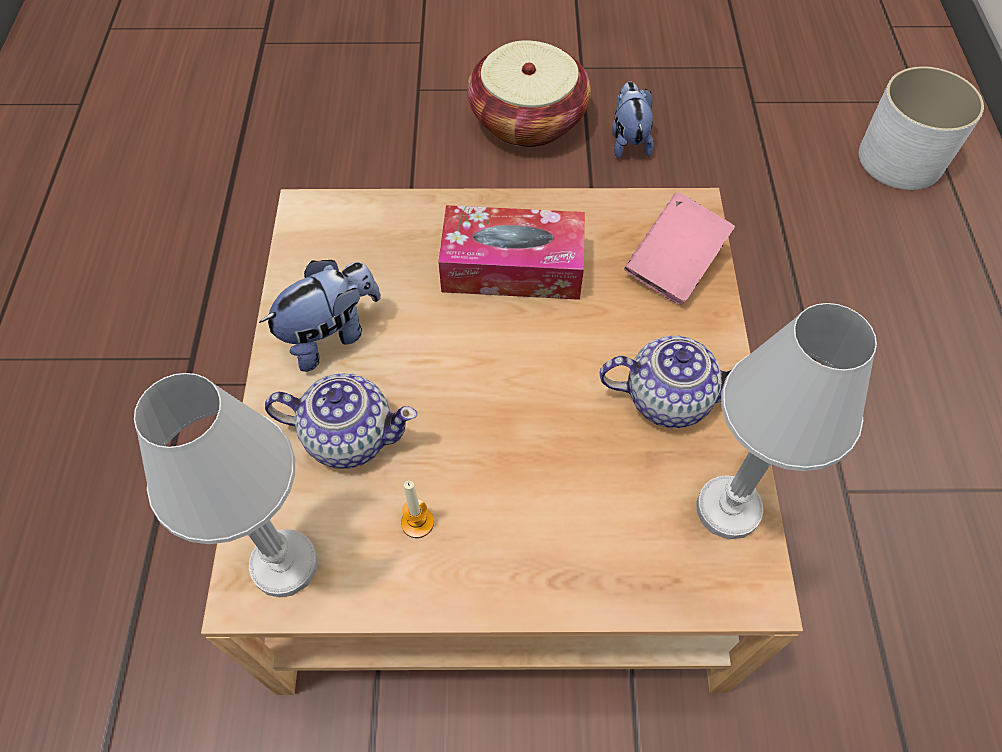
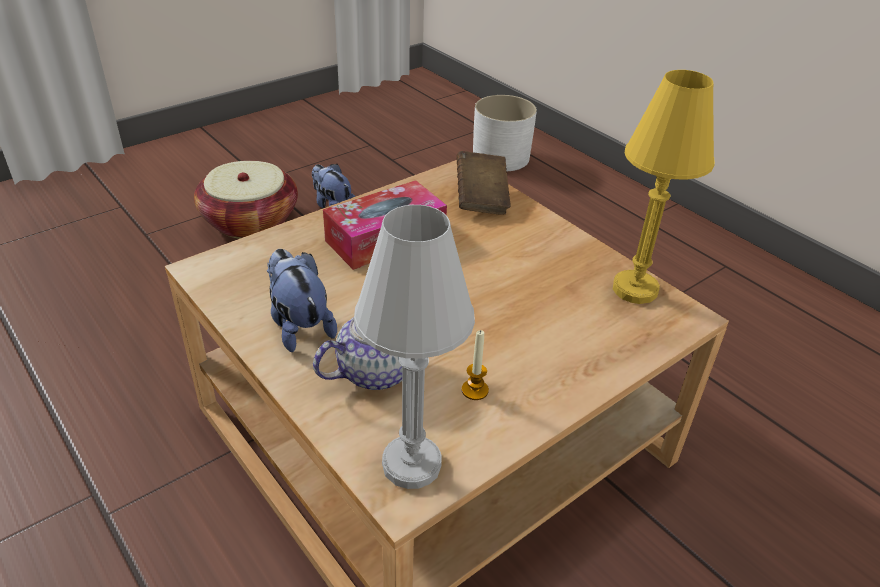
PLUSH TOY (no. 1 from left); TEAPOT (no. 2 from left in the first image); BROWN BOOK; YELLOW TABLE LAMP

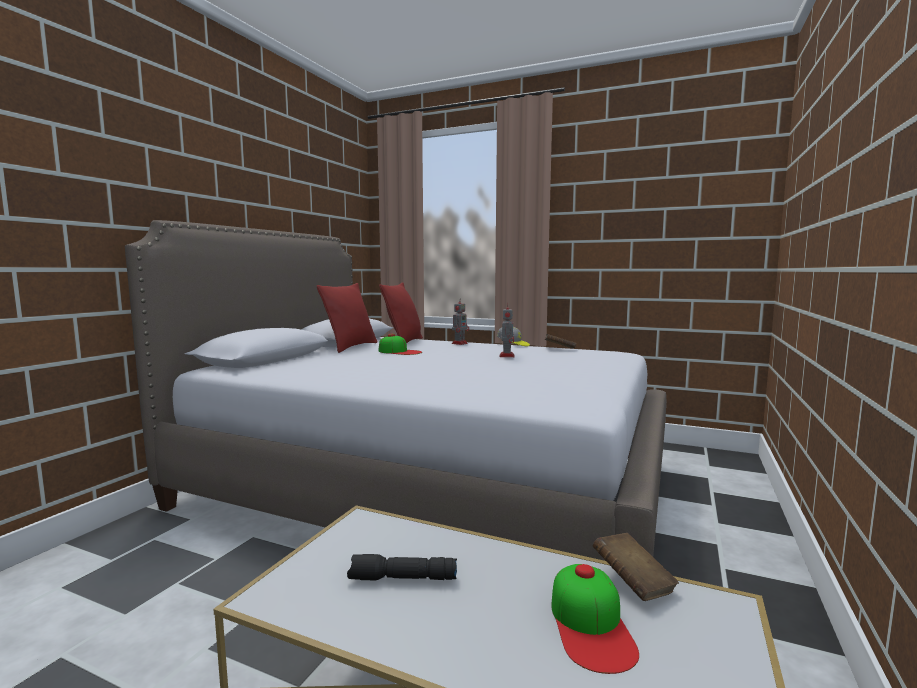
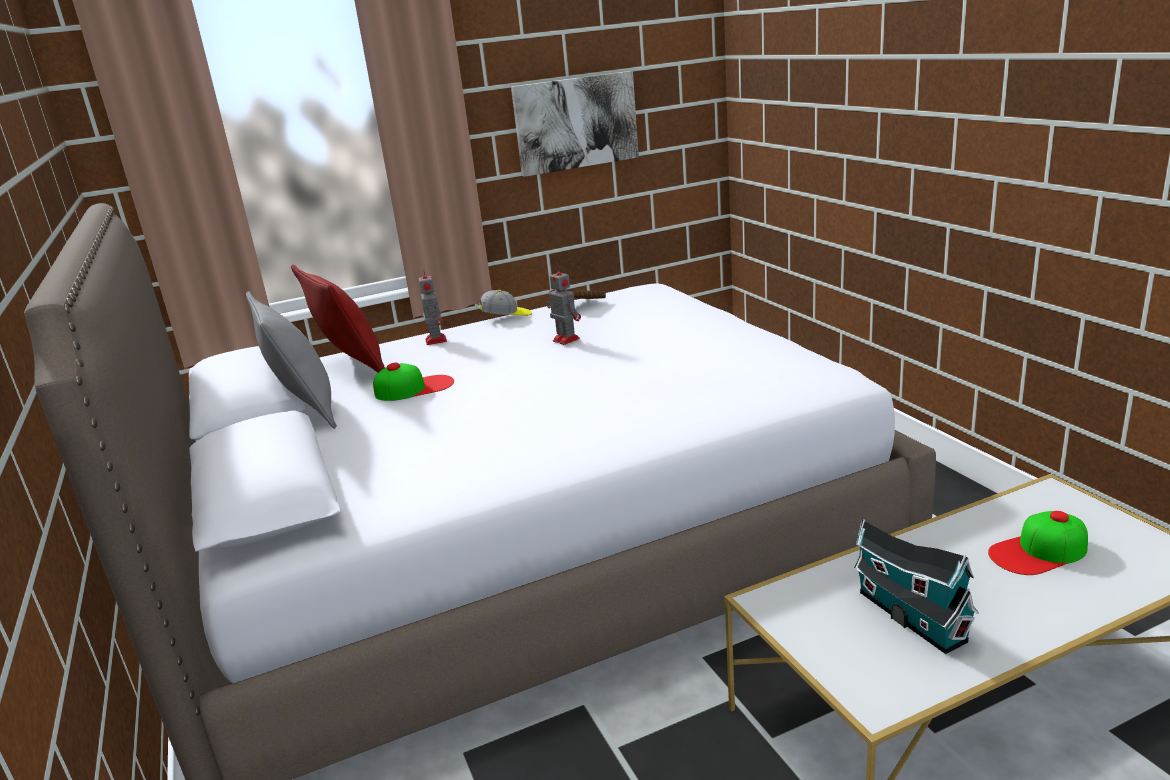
GREY PILLOW; TOY HOUSE; CAP (no. 3 from left); BROWN BOOK (no. 2 from left in the first image); PICTURE

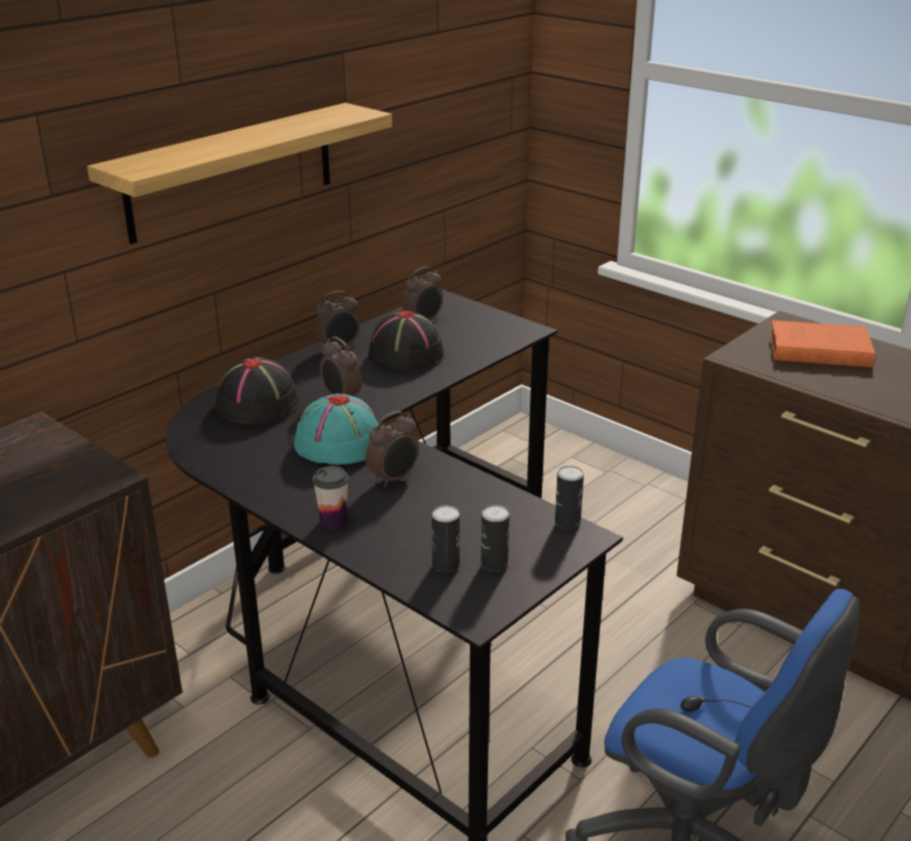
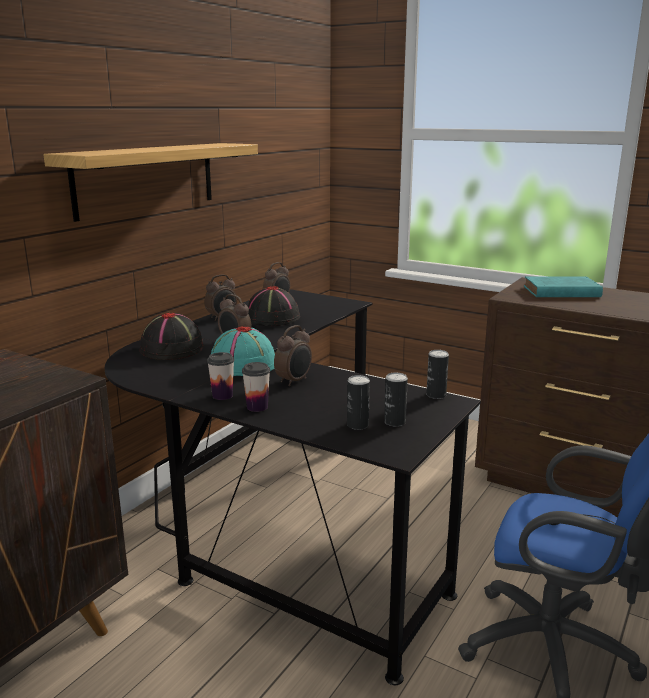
TURQUOISE BOOK; CUP (no. 1 from left)

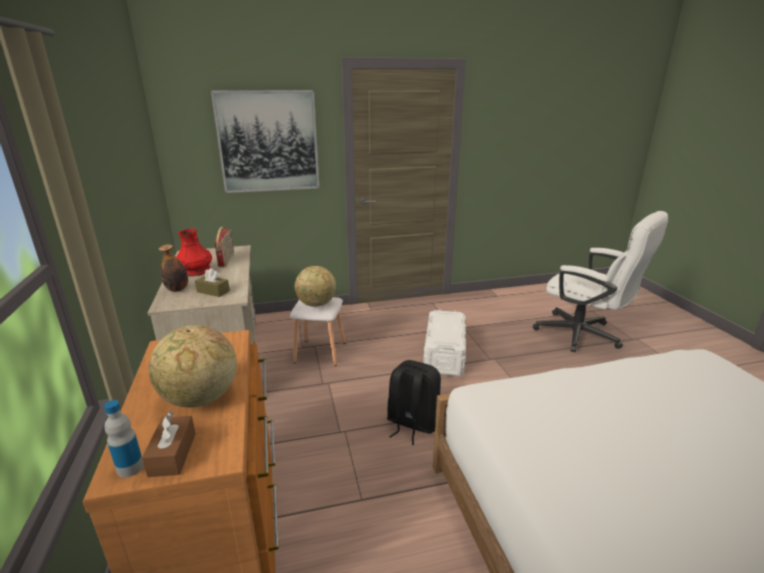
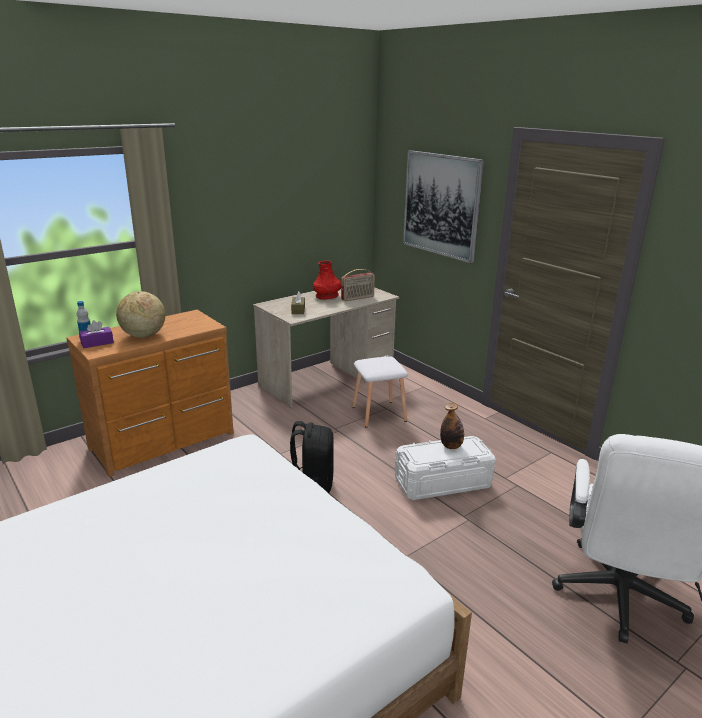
PURPLE TISSUE BOX; BOTTLE (no. 2 from left); GLOBE (no. 2 from left in the first image)

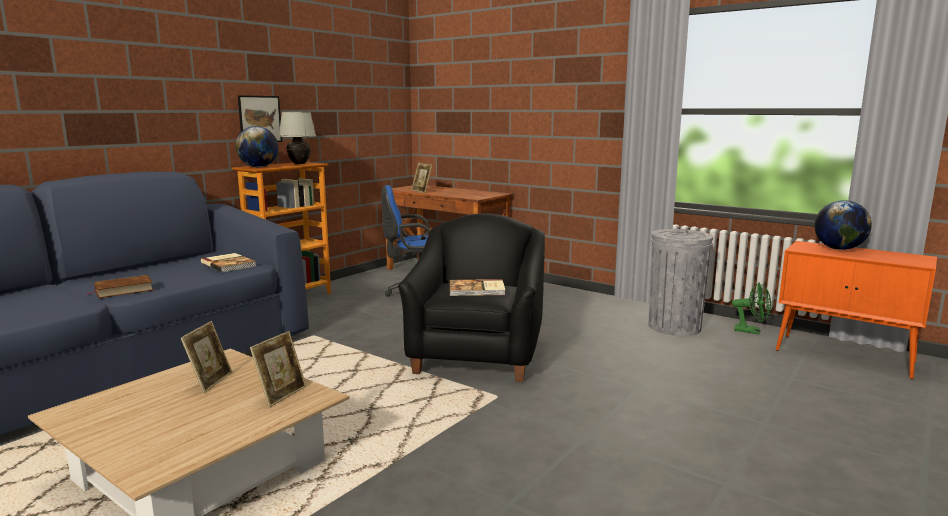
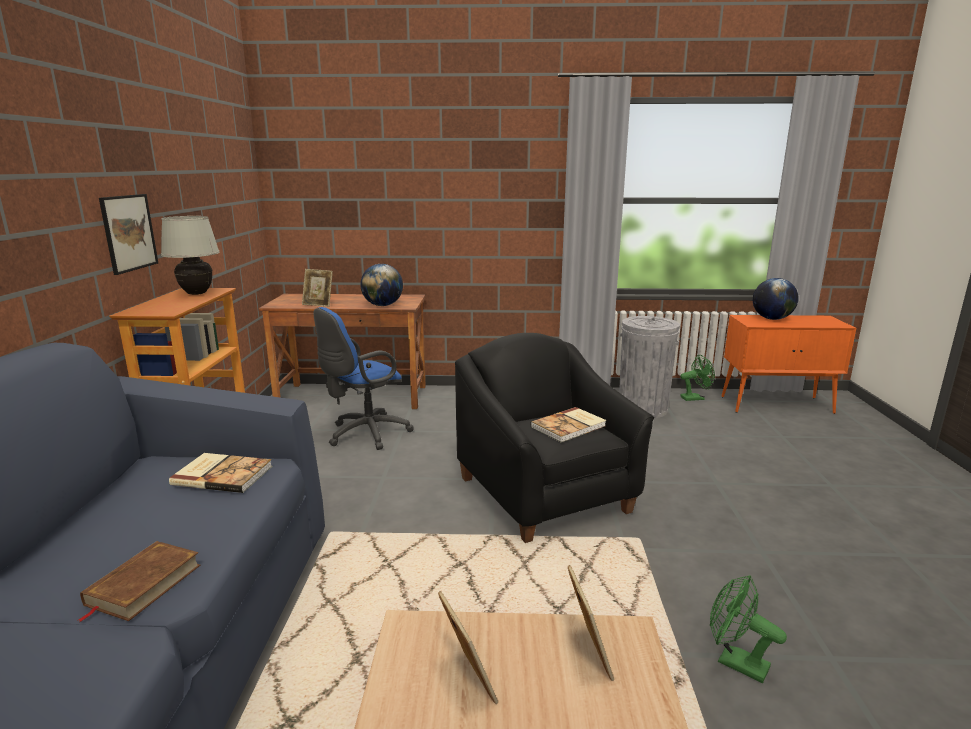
GLOBE (no. 1 from left); GREEN FAN (no. 2 from left)

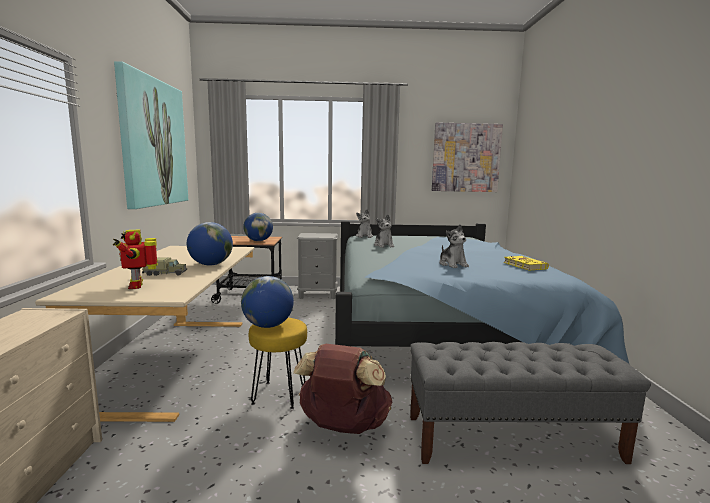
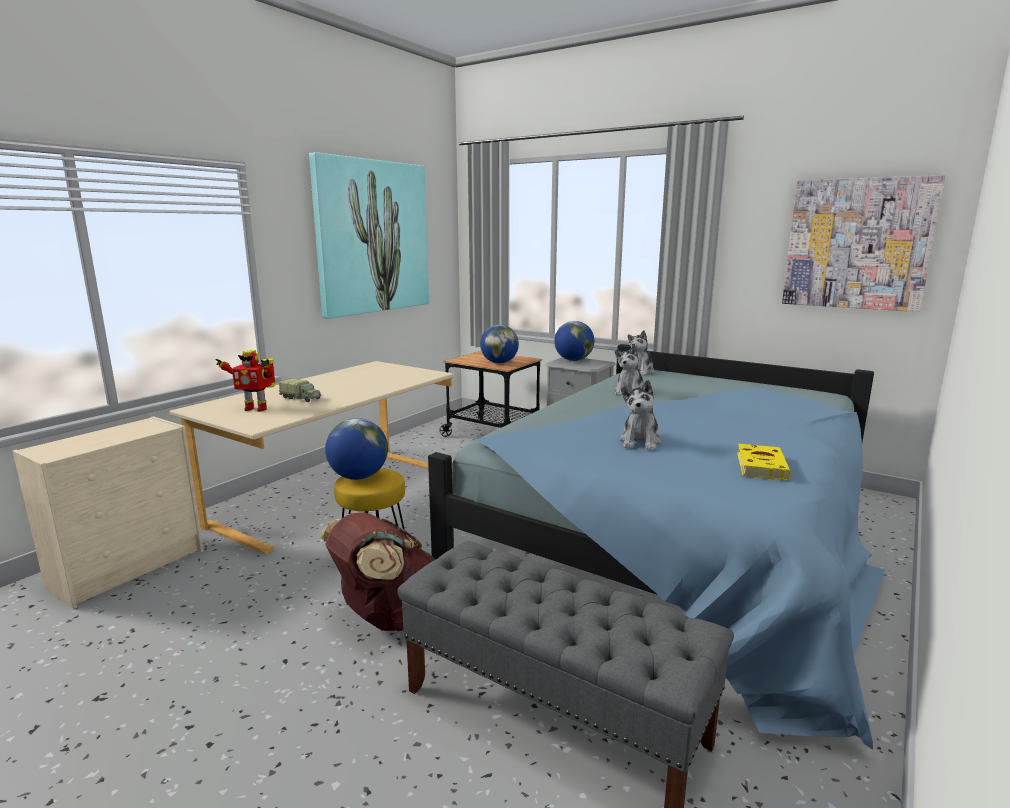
TOY ROBOT; GLOBE (no. 3 from left)

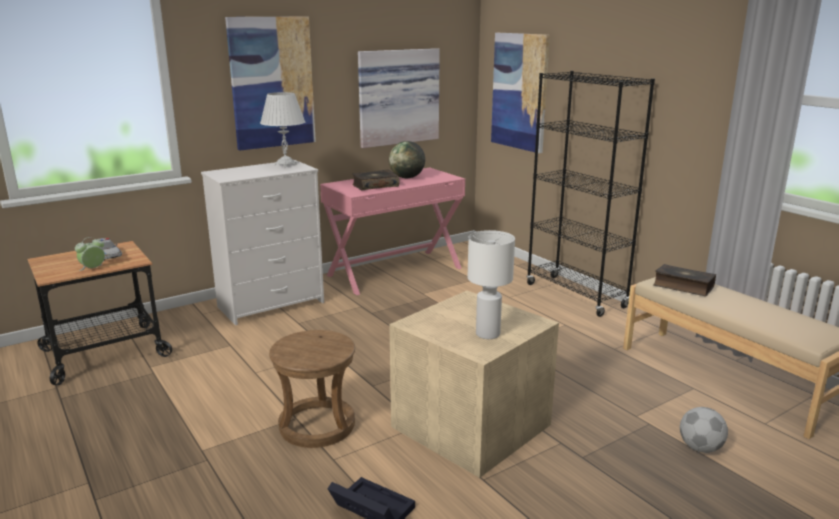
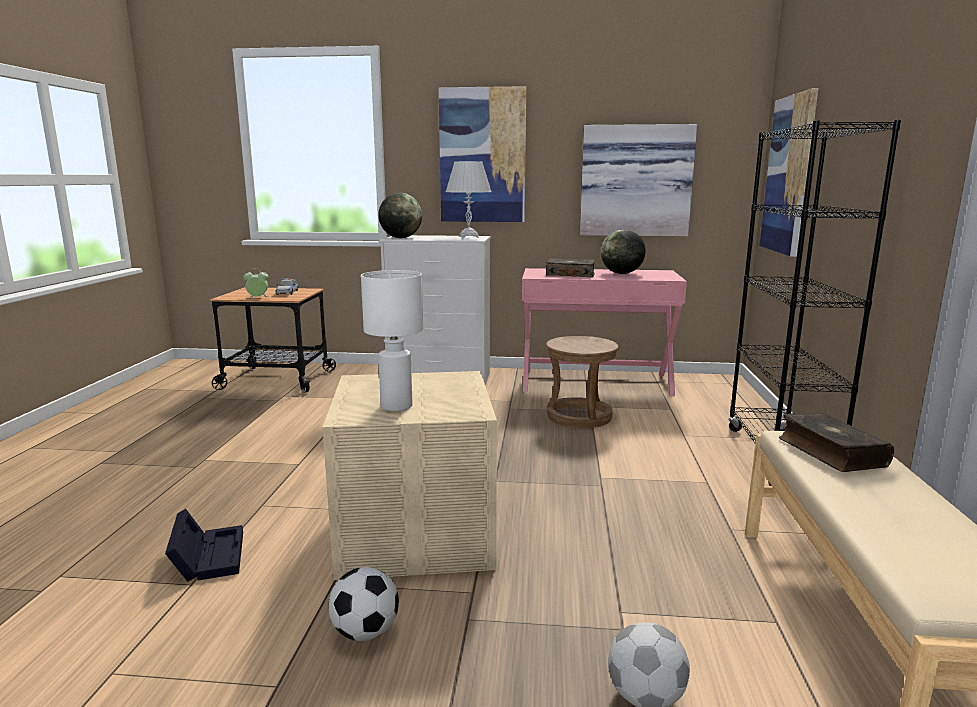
BROWN STOOL; FOOTBALL (no. 1 from left); GLOBE (no. 1 from left)

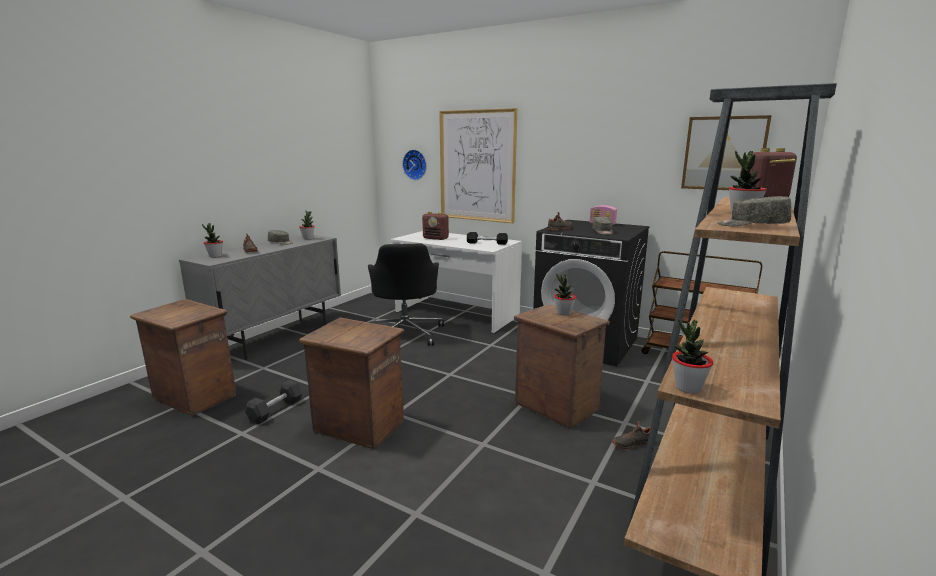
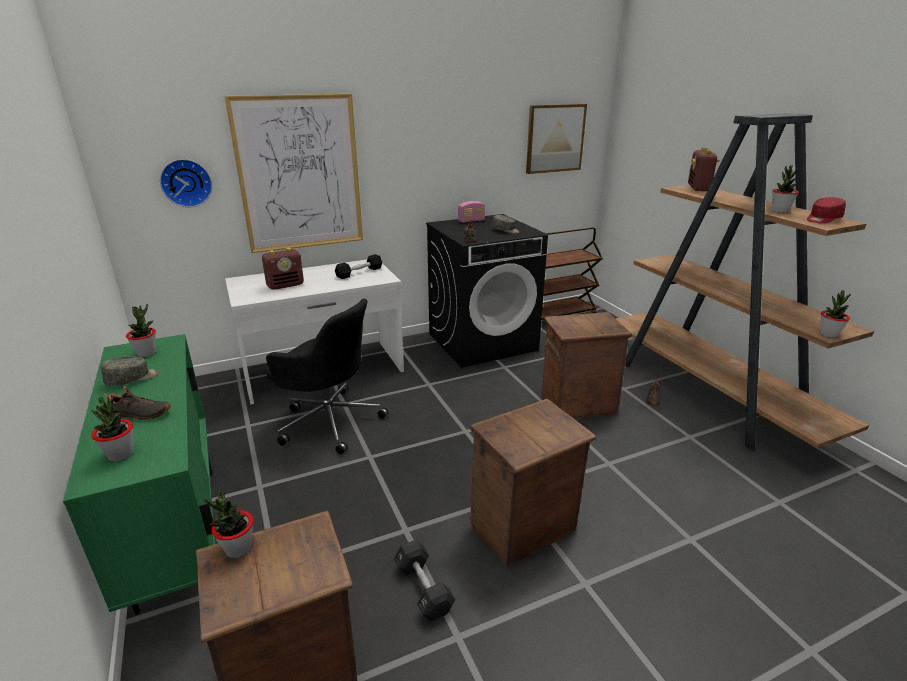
GREEN CABINET; POTTED PLANT (no. 3 from left); RED CAP

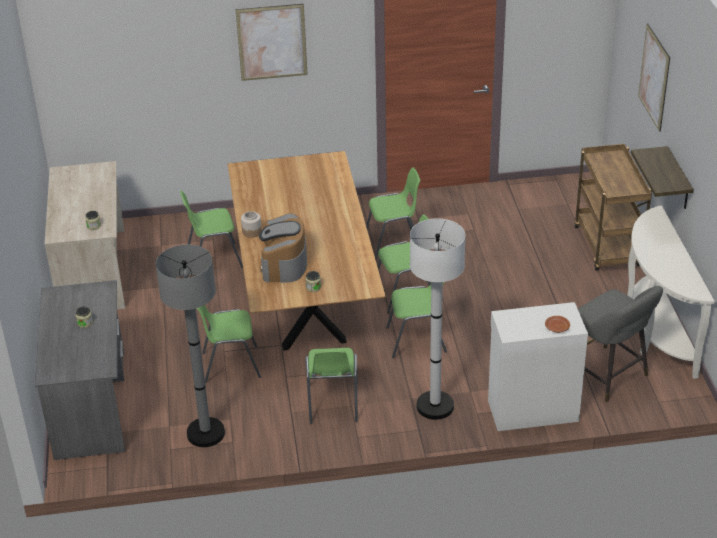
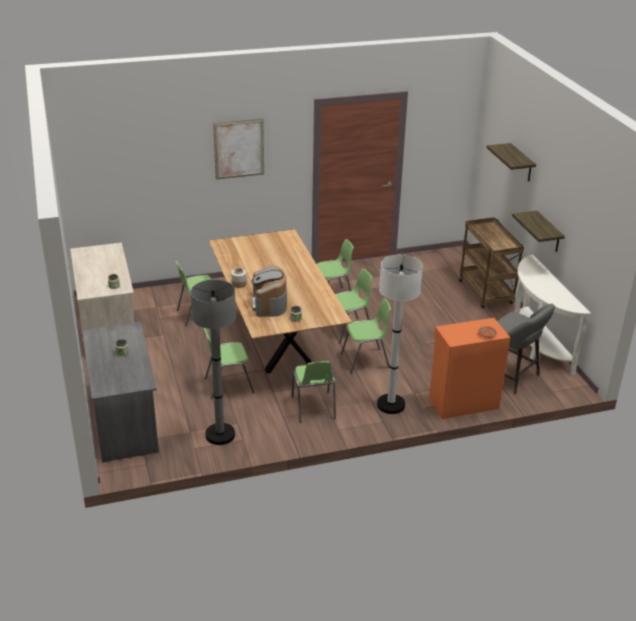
ORANGE CABINET; SHELF (no. 1 from left)

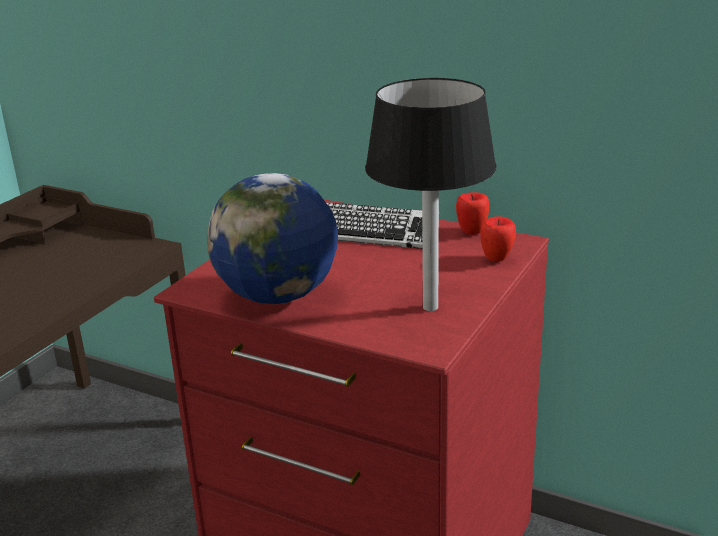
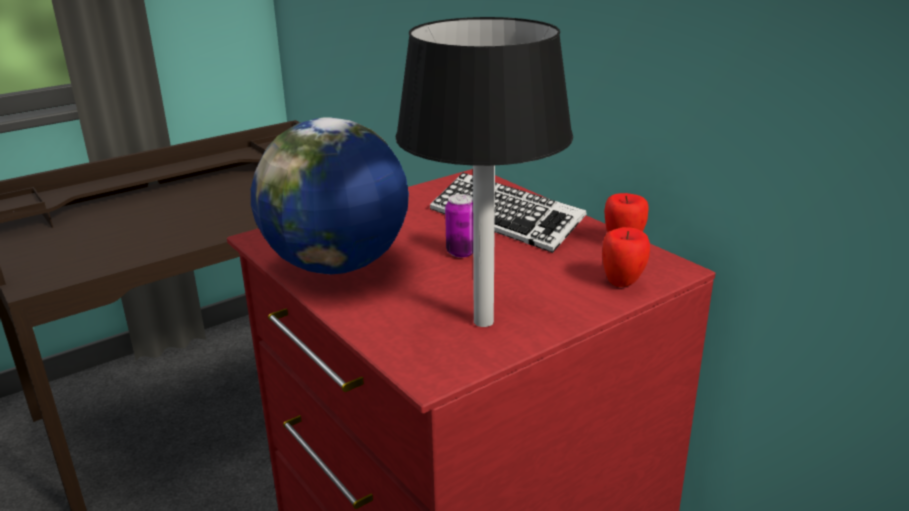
CAN

